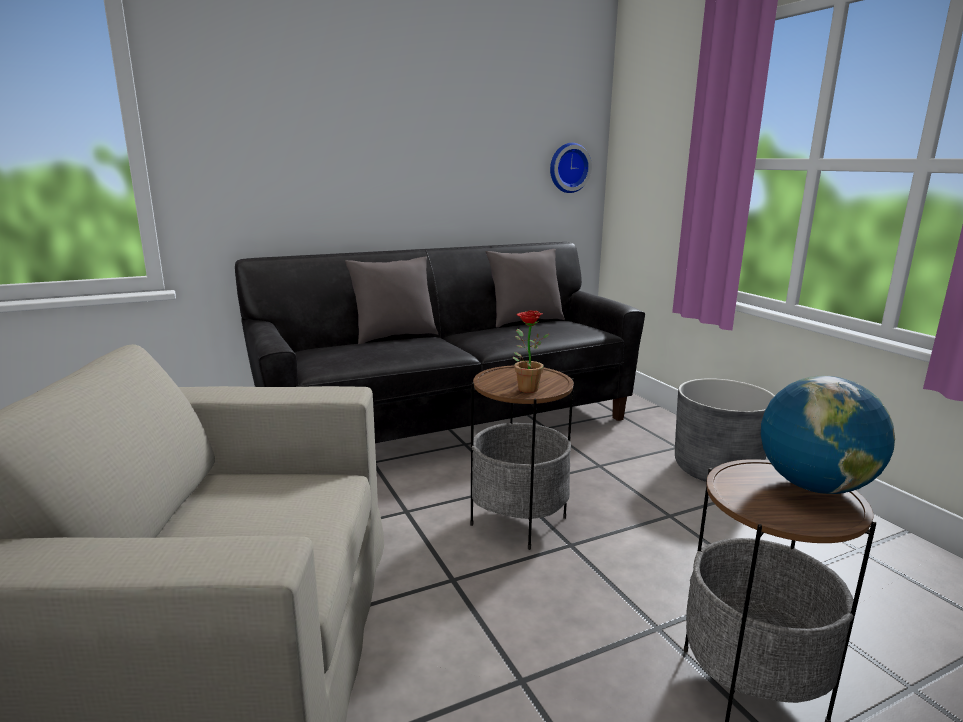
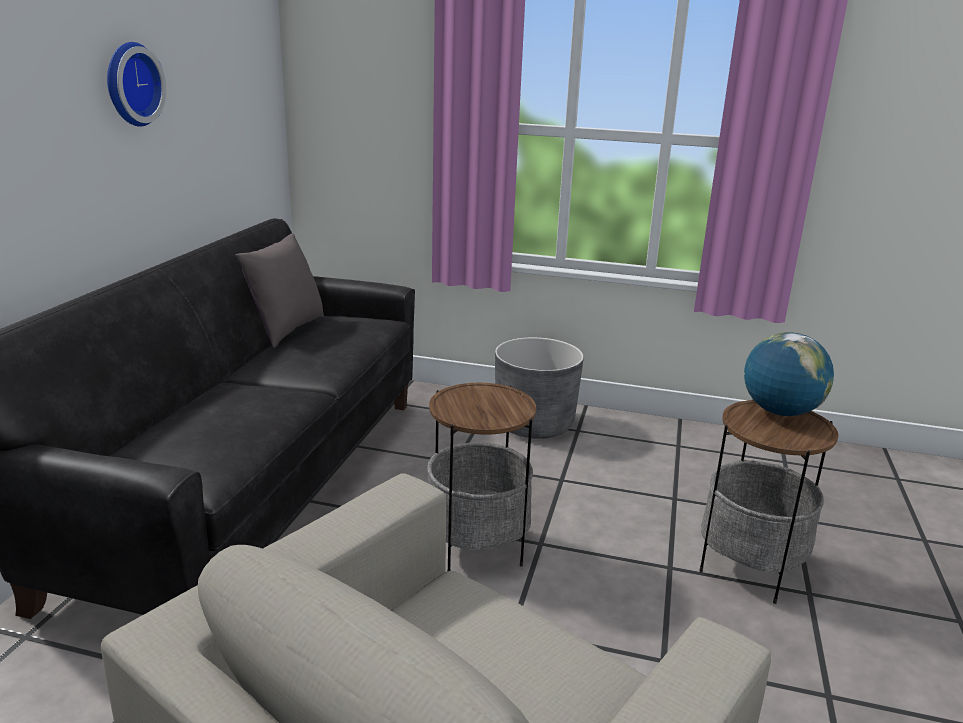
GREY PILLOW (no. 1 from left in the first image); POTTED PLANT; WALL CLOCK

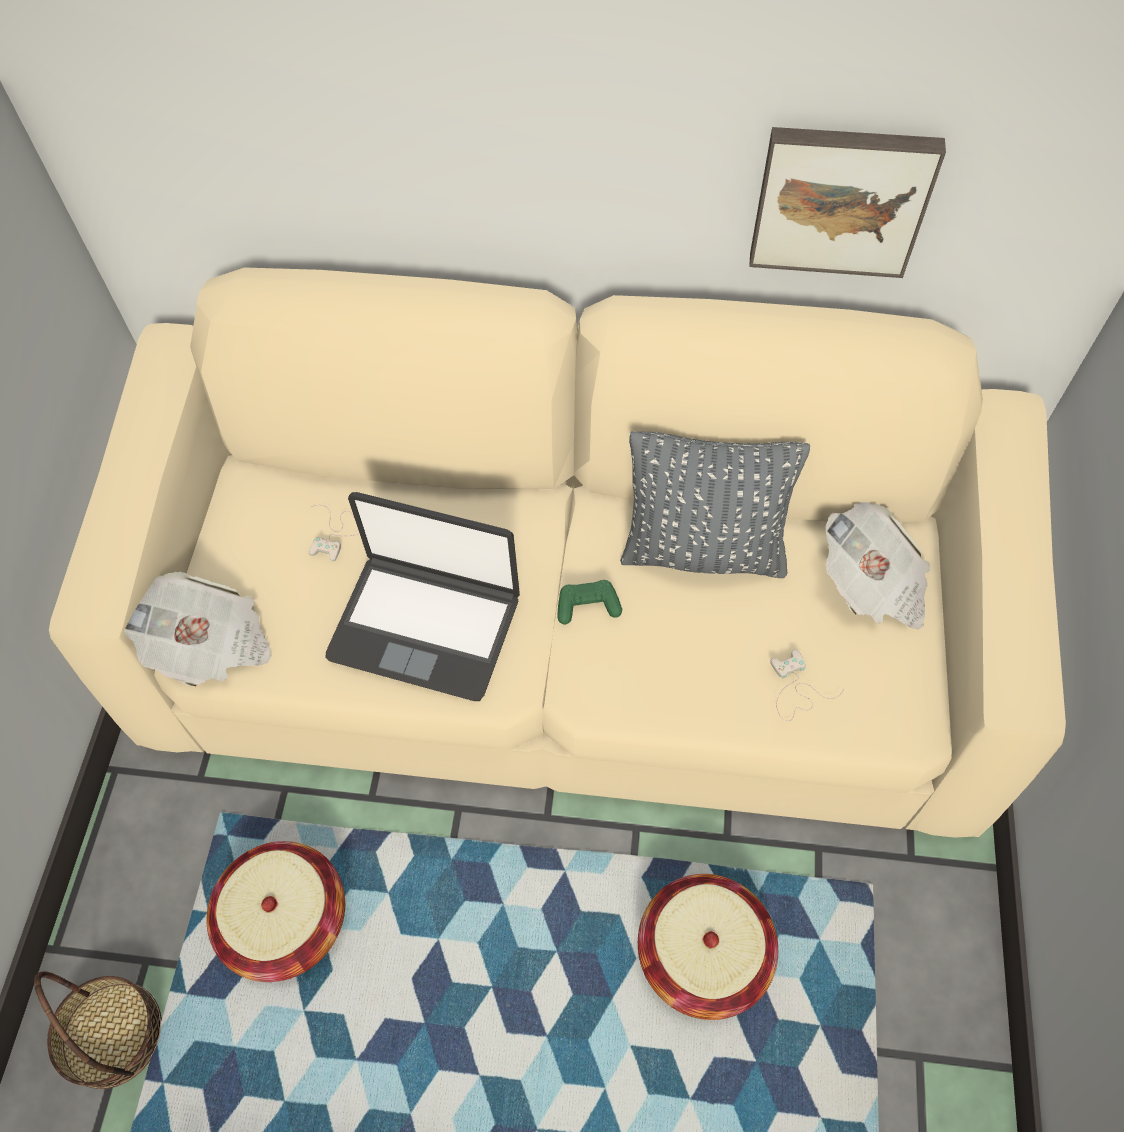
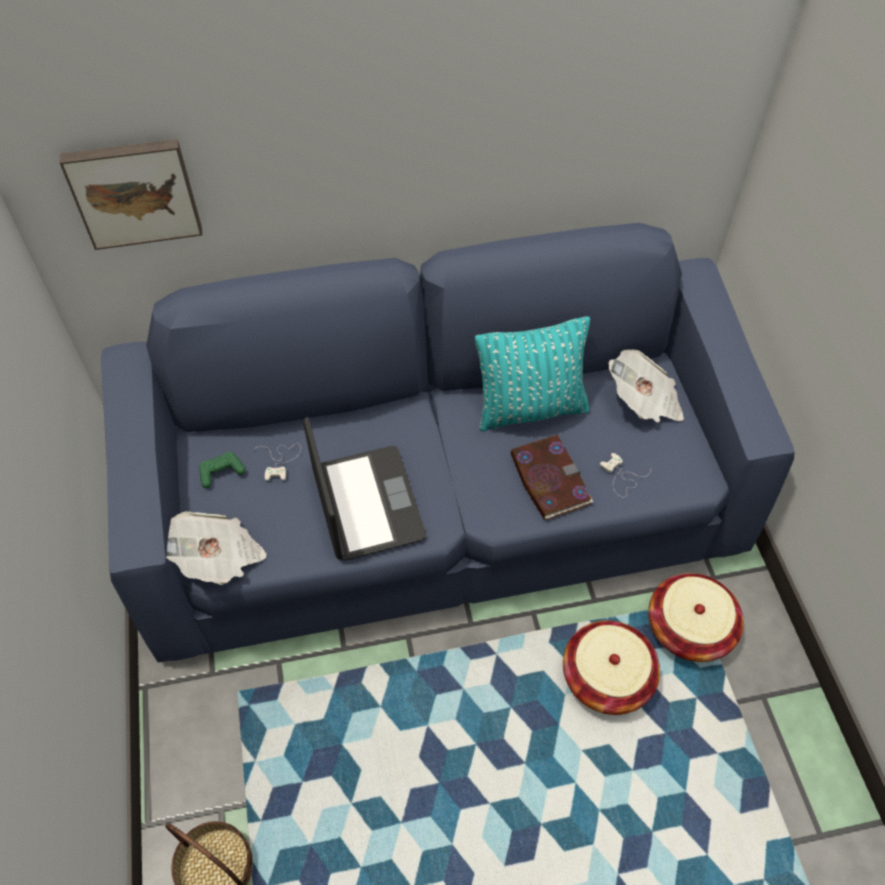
BLUE SOFA; BASKET (no. 3 from left); LAPTOP; GREEN GAME CONTROLLER; TURQUOISE PILLOW; PICTURE; BOOK

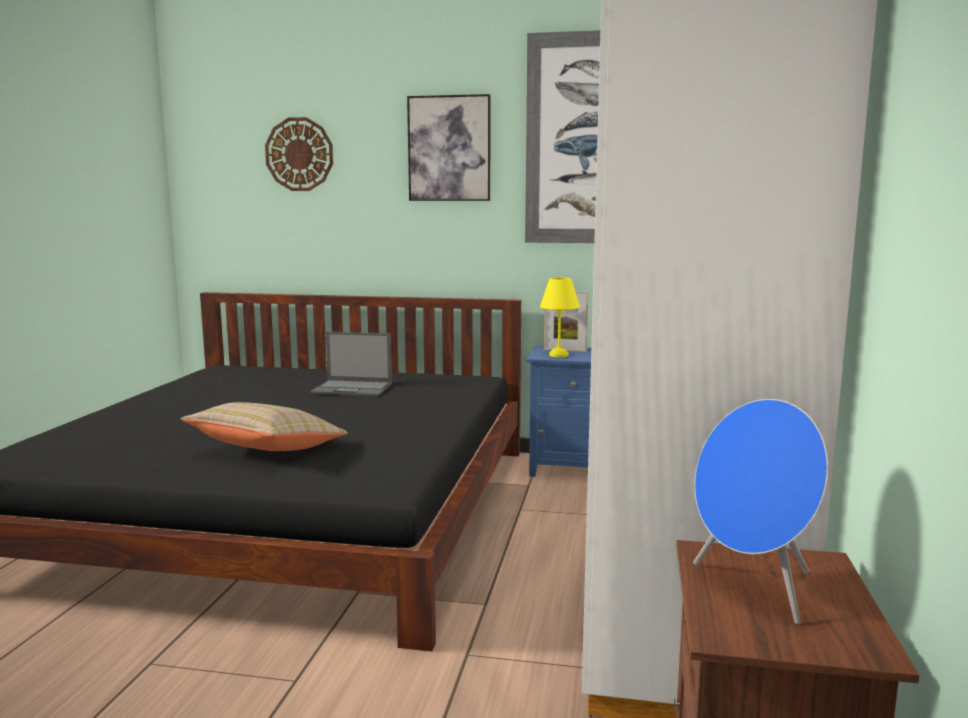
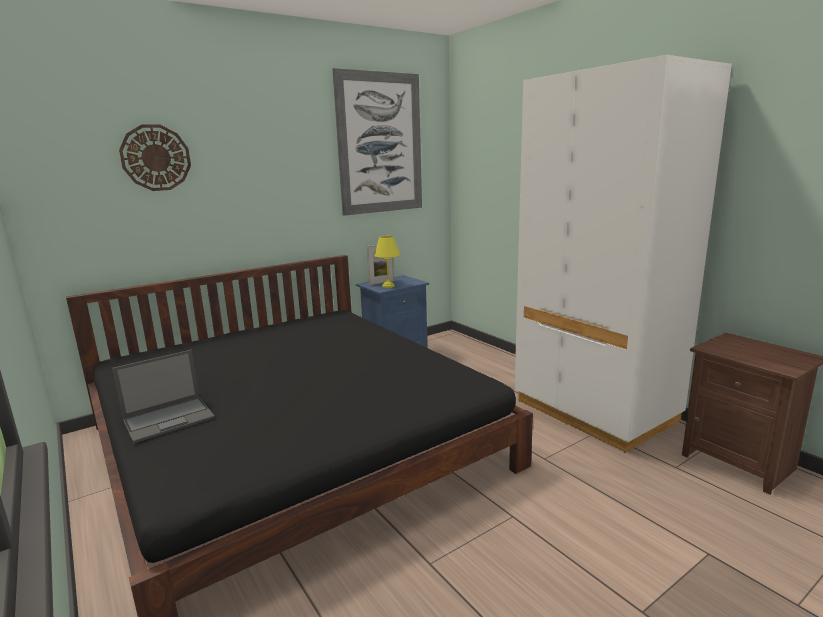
BEIGE PILLOW; LAPTOP; PICTURE (no. 1 from left in the first image); BLUE SPEAKER

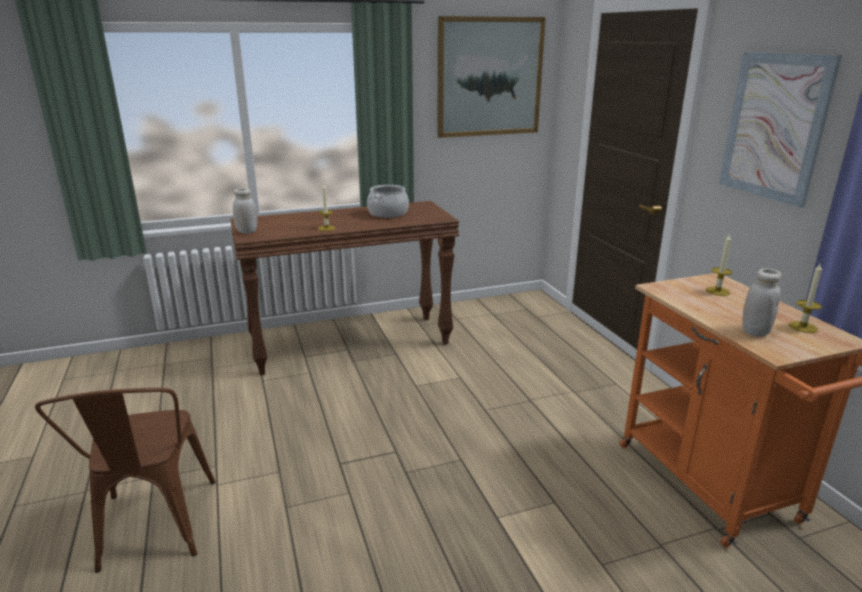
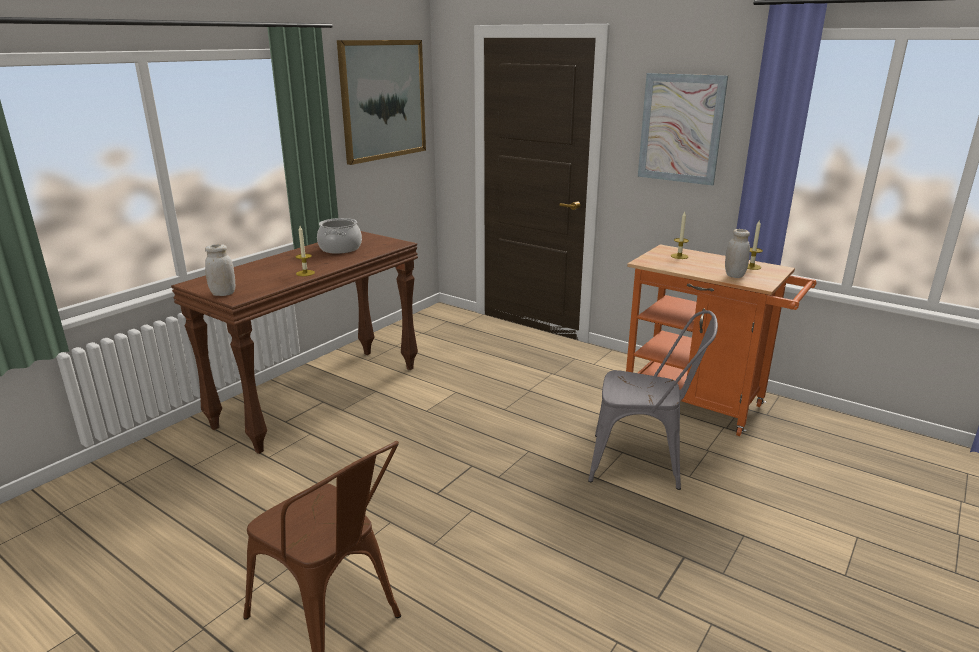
GREY CHAIR

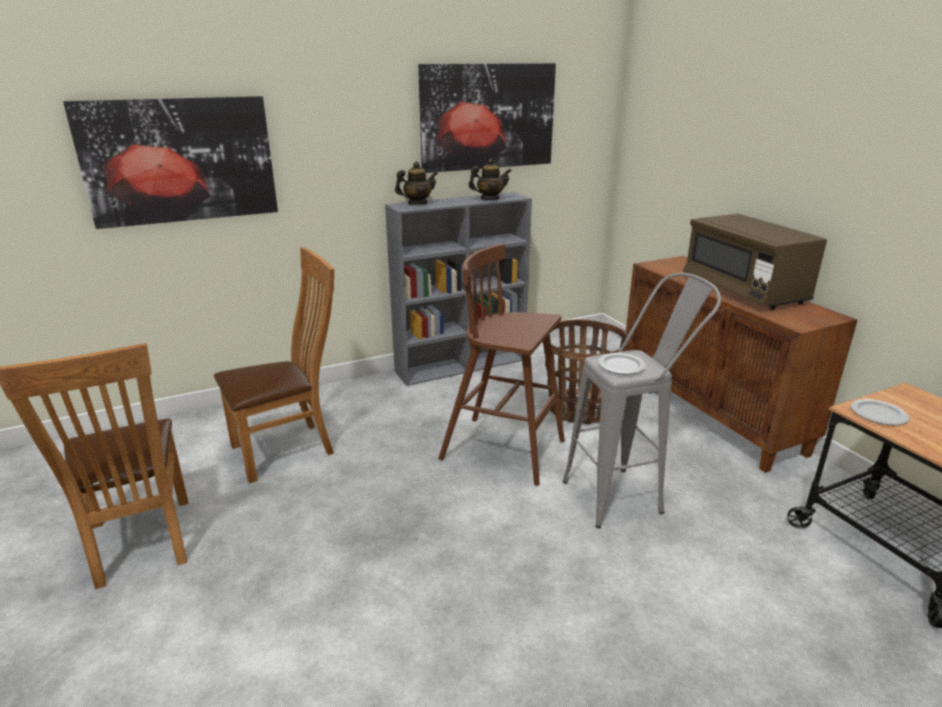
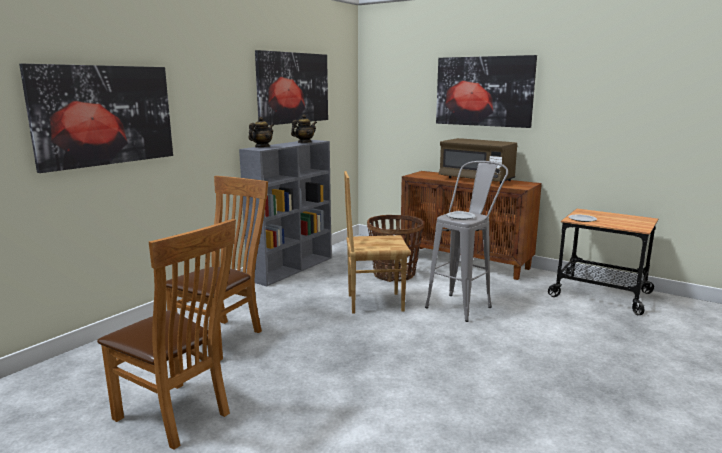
BROWN CHAIR (no. 3 from left); PICTURE (no. 3 from left)

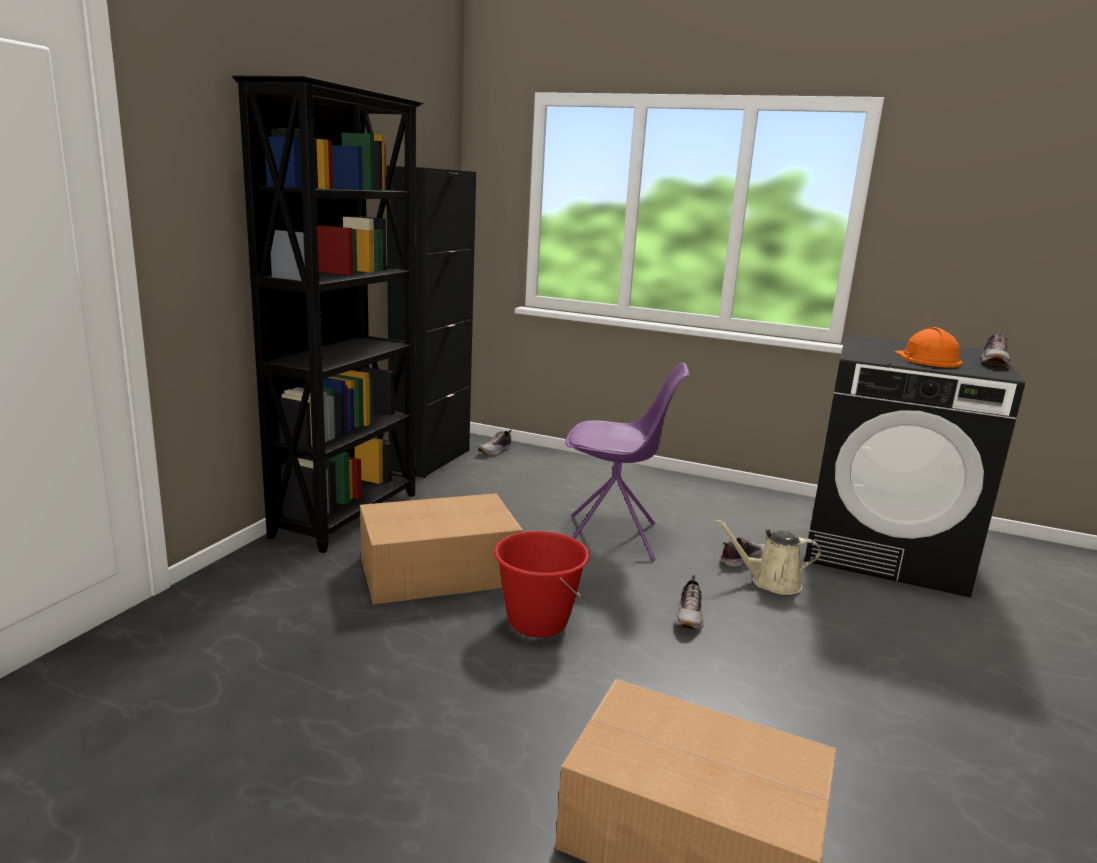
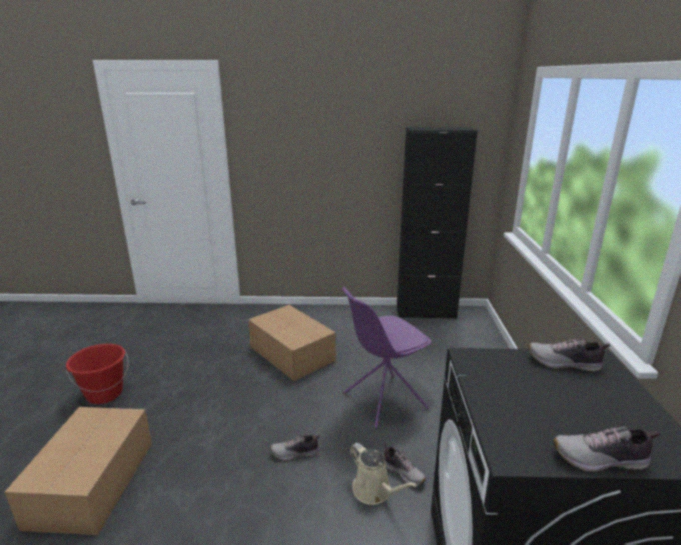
BLACK BOOKCASE; SHOE (no. 3 from left); RED BUCKET; PURPLE CHAIR; BEIGE WATERING CAN; ORANGE HARD HAT

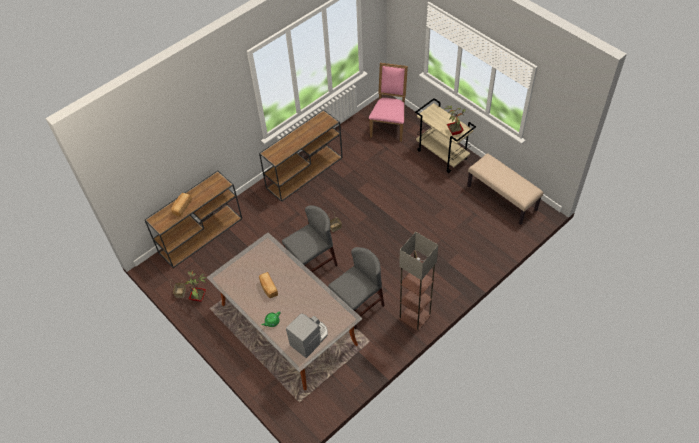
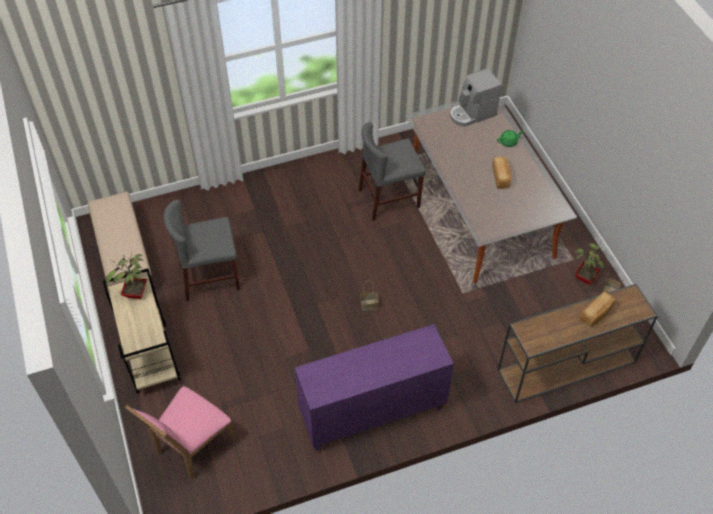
PURPLE CABINET; GREY CHAIR (no. 1 from left); FLOOR LAMP

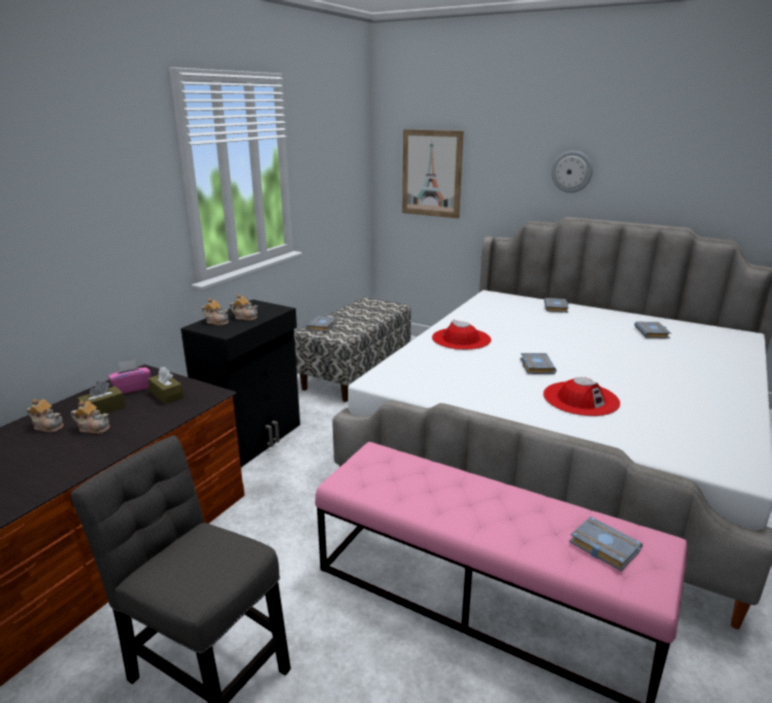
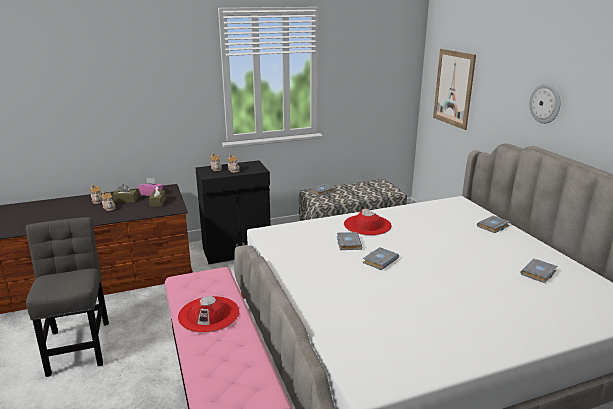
RED HAT (no. 1 from left); GREY BOOK (no. 2 from left)

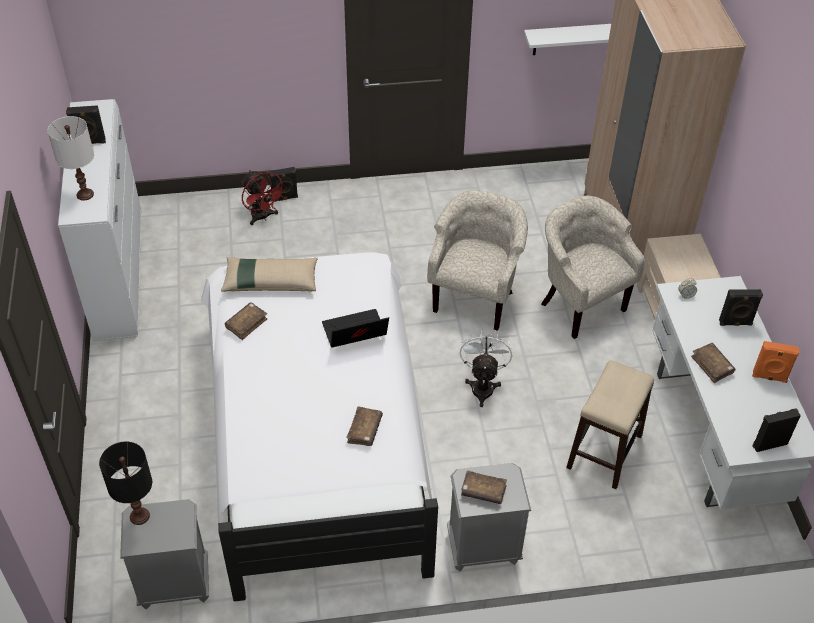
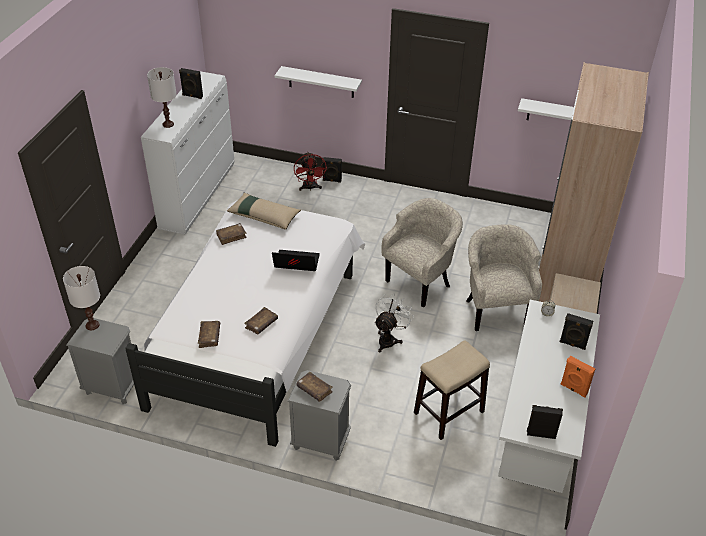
WHITE TABLE LAMP (no. 1 from left); BROWN BOOK (no. 1 from left); WHITE SHELF (no. 1 from left)

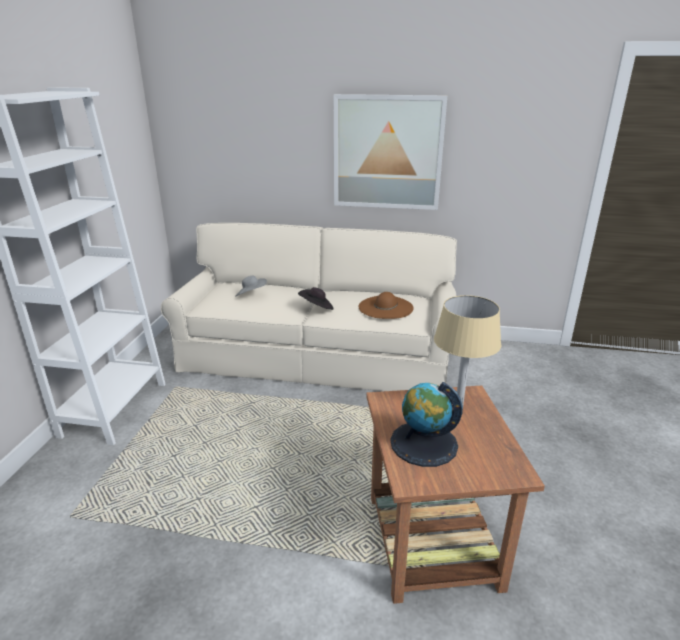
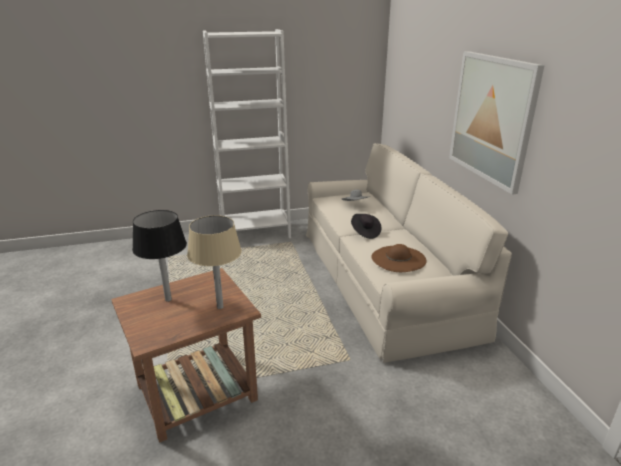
BLACK TABLE LAMP

